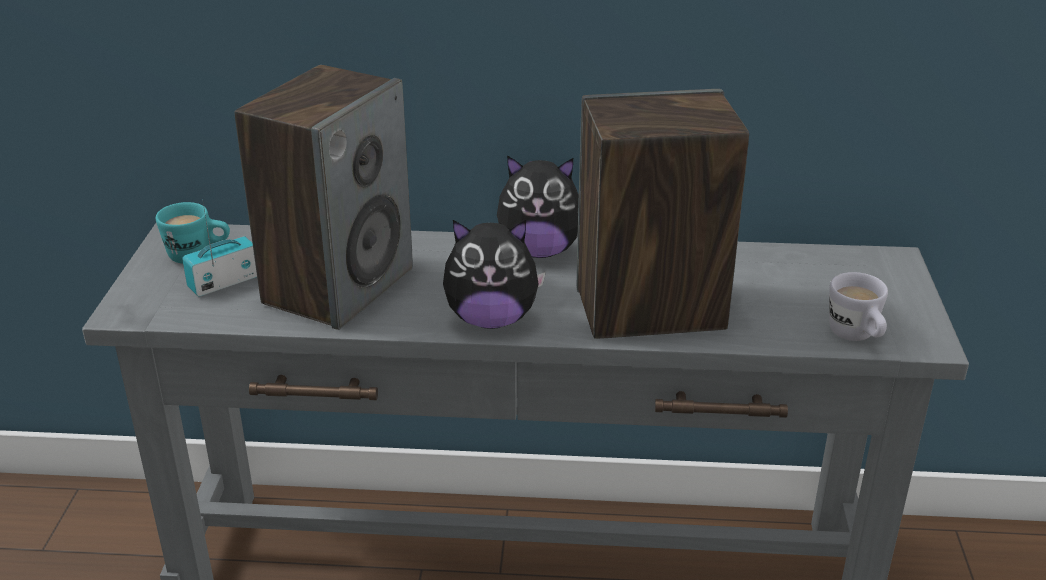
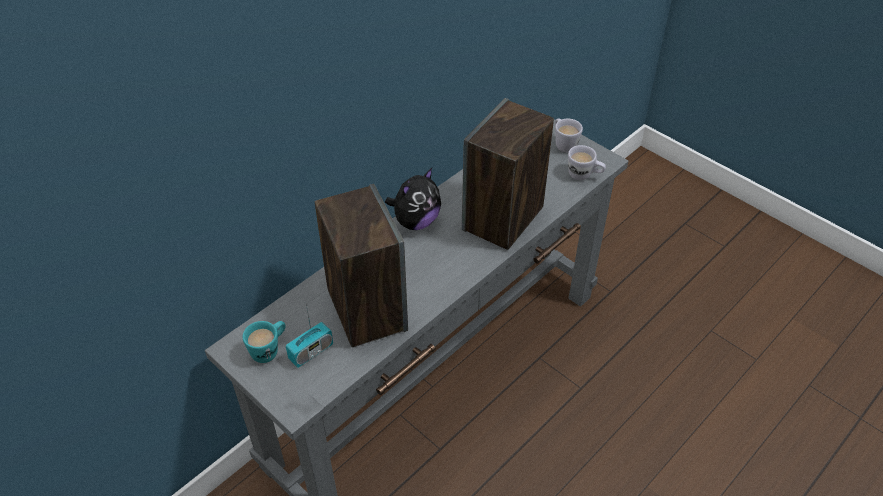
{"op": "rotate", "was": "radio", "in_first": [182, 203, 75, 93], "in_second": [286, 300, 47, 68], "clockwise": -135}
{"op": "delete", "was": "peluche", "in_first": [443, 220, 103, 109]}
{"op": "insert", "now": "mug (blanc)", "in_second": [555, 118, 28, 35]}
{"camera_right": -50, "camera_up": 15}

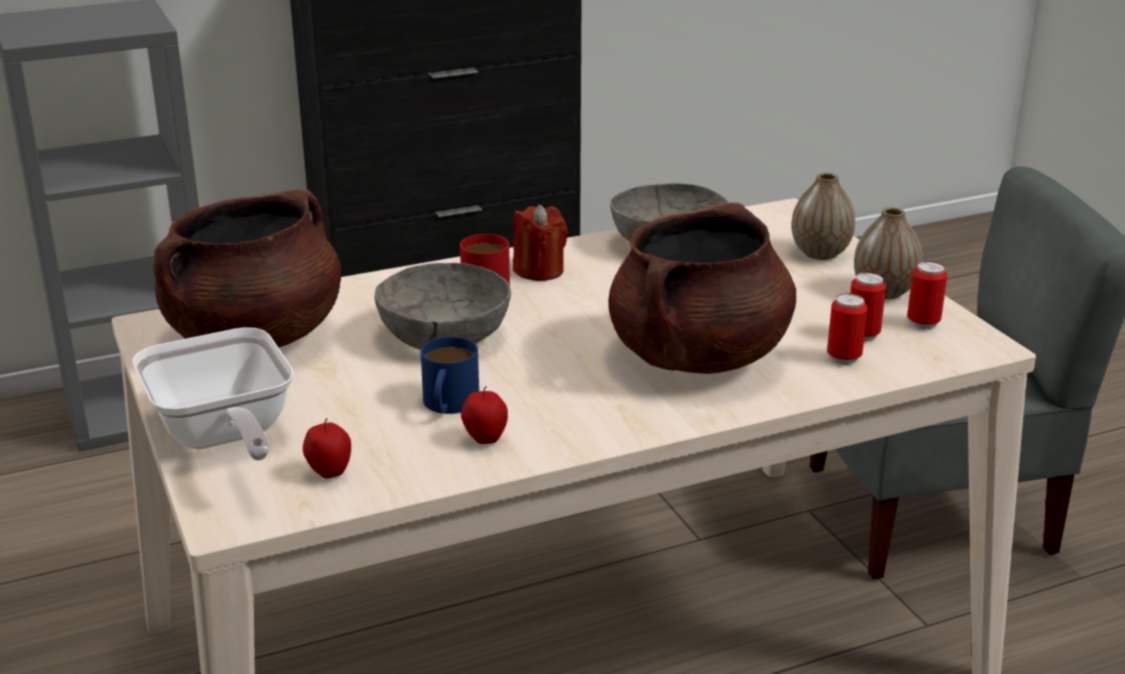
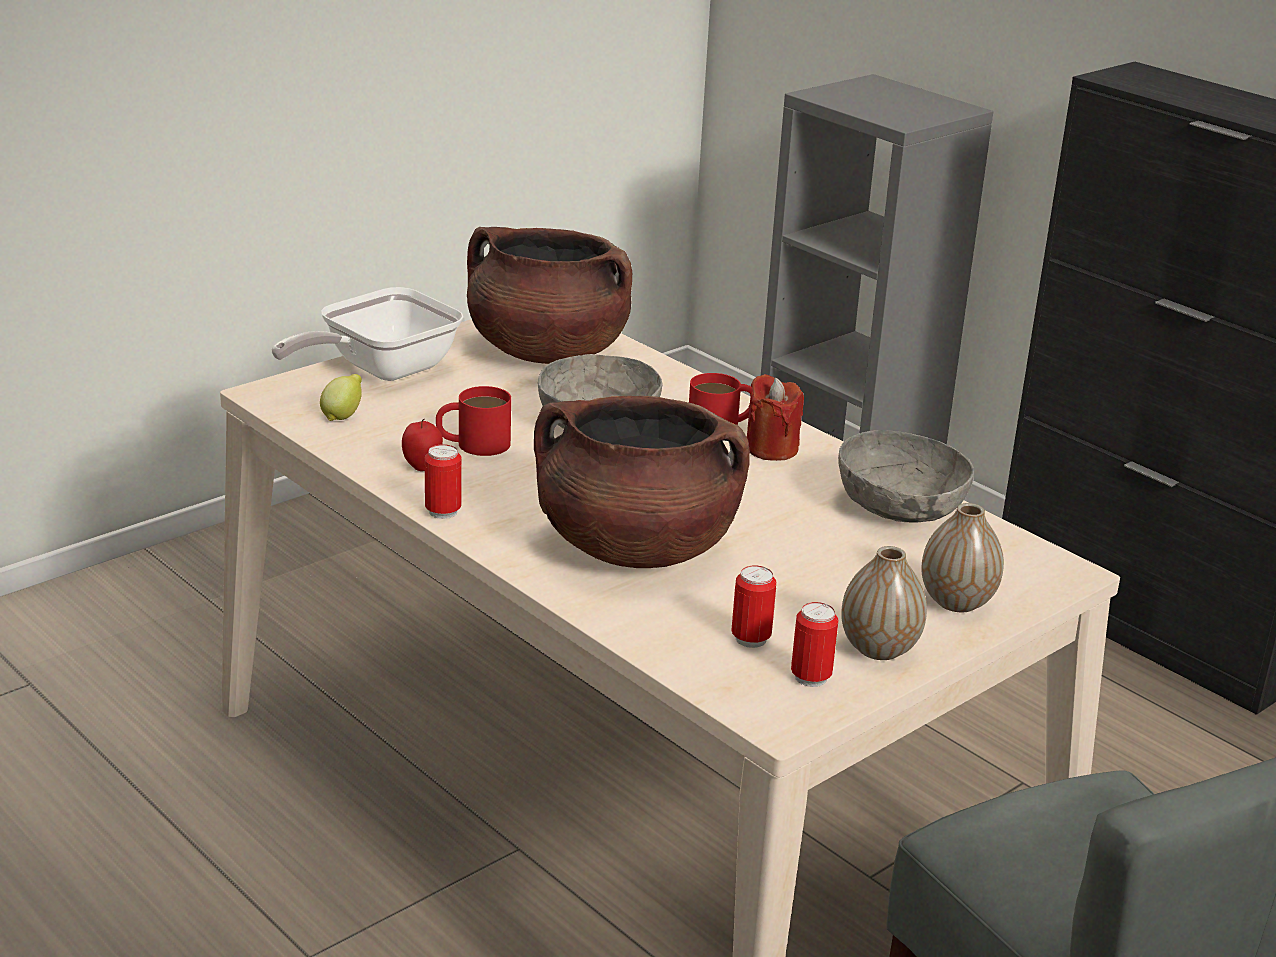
{"op": "move", "was": "boîte métallique", "in_first": [827, 293, 41, 72], "in_second": [425, 444, 37, 75]}
{"op": "recolor", "was": "mug (bleu)", "now": "mug (rouge)", "in_first": [421, 337, 58, 77], "in_second": [436, 386, 75, 70]}
{"op": "replace", "was": "pomme", "now": "citron", "in_first": [303, 418, 48, 60], "in_second": [320, 374, 42, 47]}
{"camera_right": 70, "camera_up": 0}

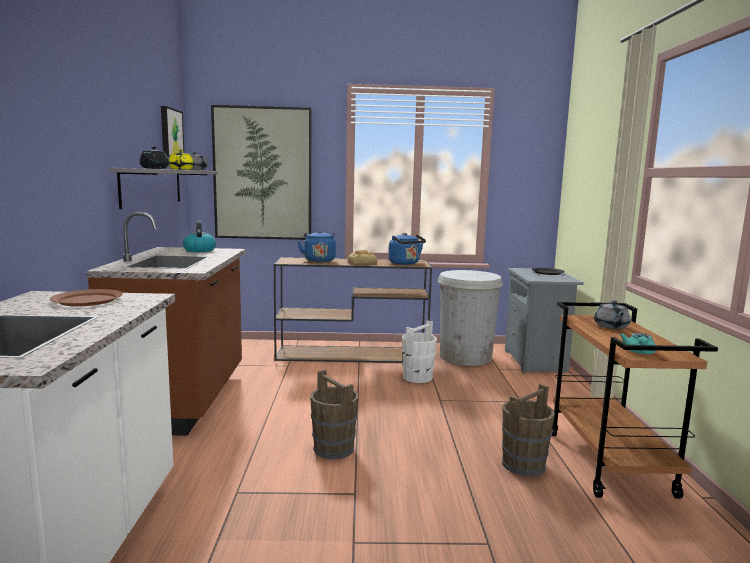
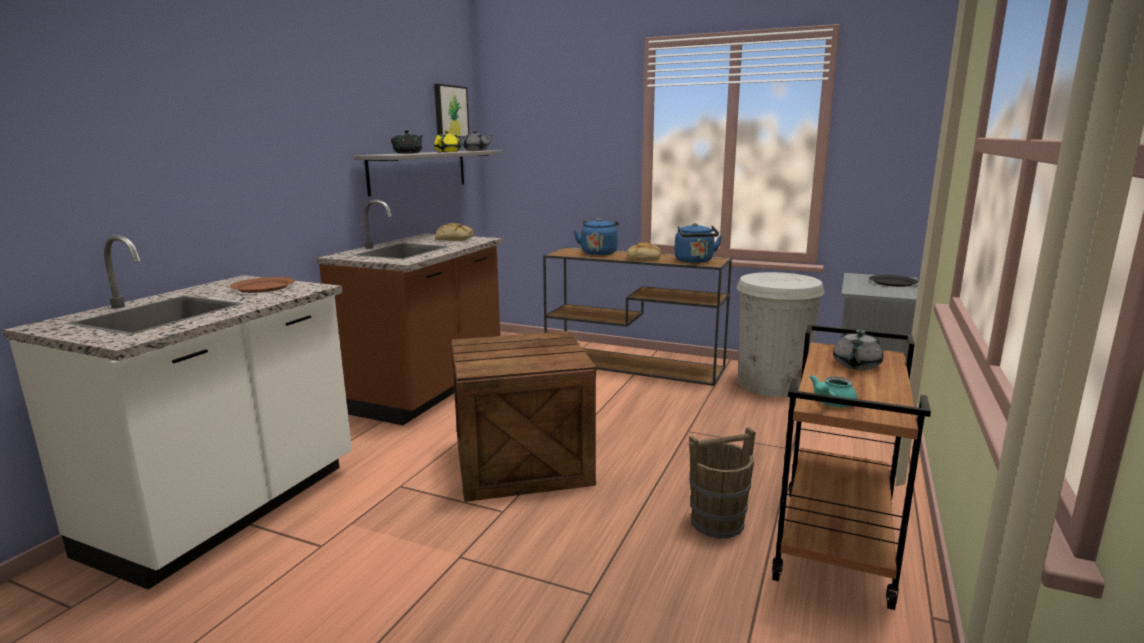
{"op": "delete", "was": "tableau", "in_first": [211, 105, 101, 135]}
{"op": "replace", "was": "bouilloire", "now": "pain", "in_first": [183, 221, 33, 31], "in_second": [435, 223, 38, 18]}
{"op": "delete", "was": "seau (blanc)", "in_first": [402, 320, 35, 63]}
{"op": "replace", "was": "seau (marron)", "now": "caisse", "in_first": [310, 369, 49, 90], "in_second": [451, 331, 145, 171]}
{"camera_right": 25, "camera_up": 5}

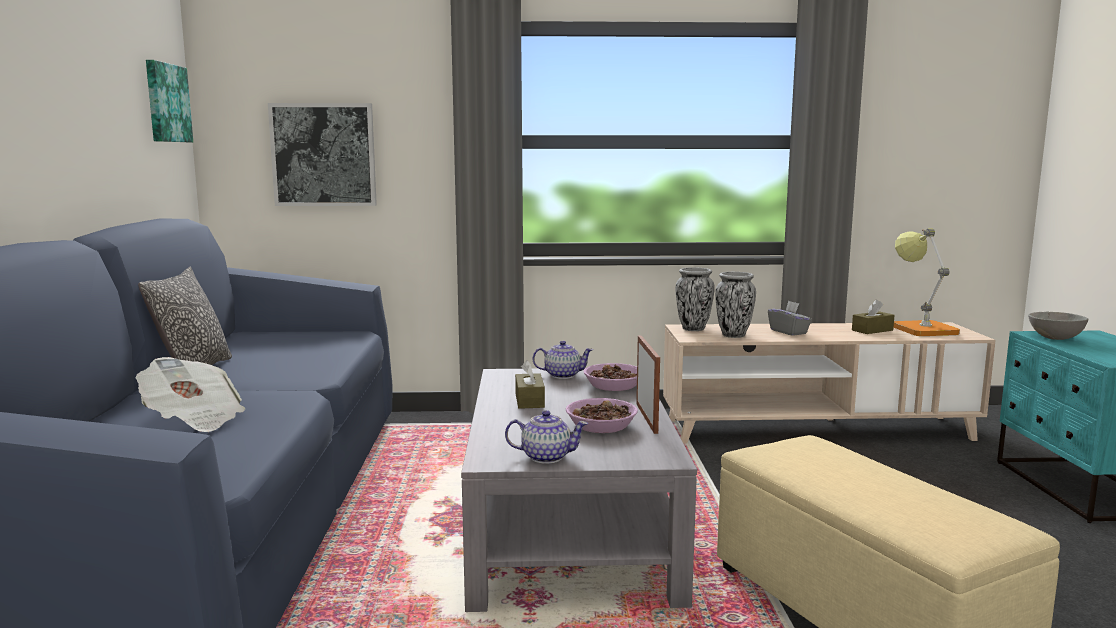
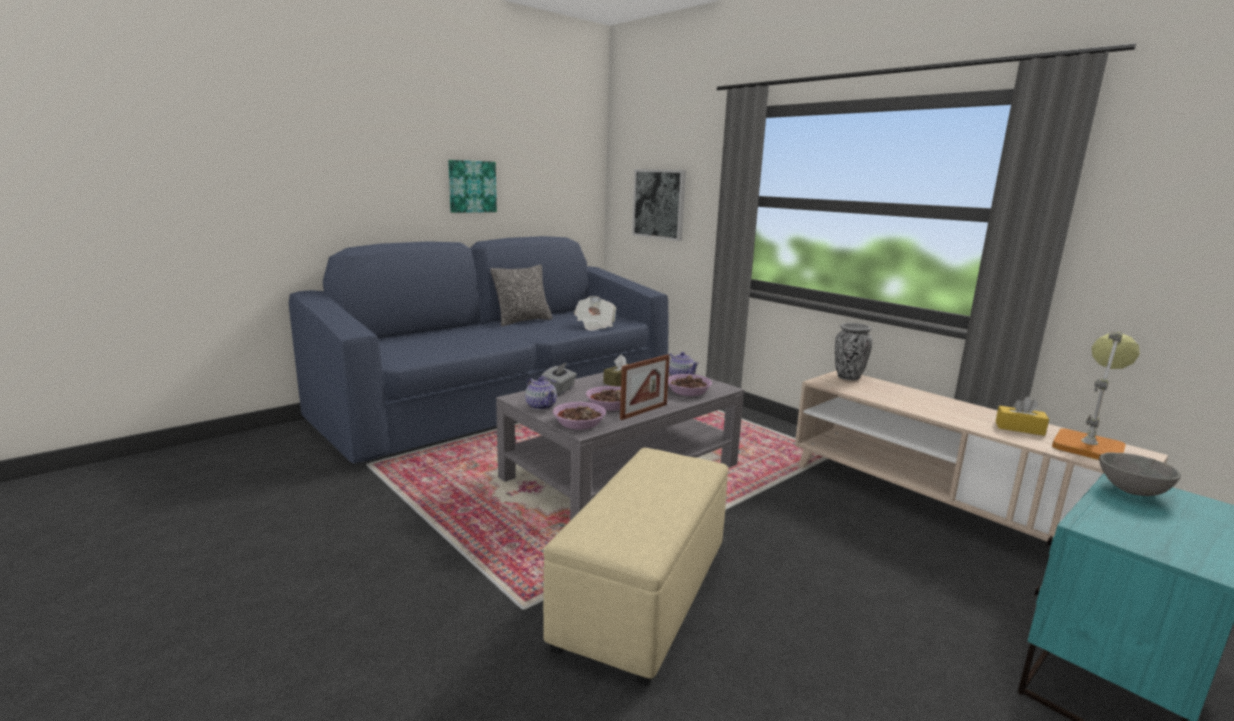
{"op": "move", "was": "tableau", "in_first": [146, 60, 47, 82], "in_second": [448, 160, 49, 53]}
{"op": "delete", "was": "vase", "in_first": [715, 272, 41, 66]}
{"op": "recolor", "was": "boîte à mouchoirs (marron)", "now": "boîte à mouchoirs (jaune)", "in_first": [852, 299, 43, 35], "in_second": [996, 396, 53, 40]}
{"op": "move", "was": "boîte à mouchoirs (gris)", "in_first": [768, 301, 44, 35], "in_second": [541, 362, 36, 33]}
{"op": "move", "was": "journal", "in_first": [136, 357, 109, 75], "in_second": [574, 296, 42, 35]}
{"op": "insert", "now": "bol", "in_second": [553, 402, 53, 28]}
{"camera_right": 50, "camera_up": 5}

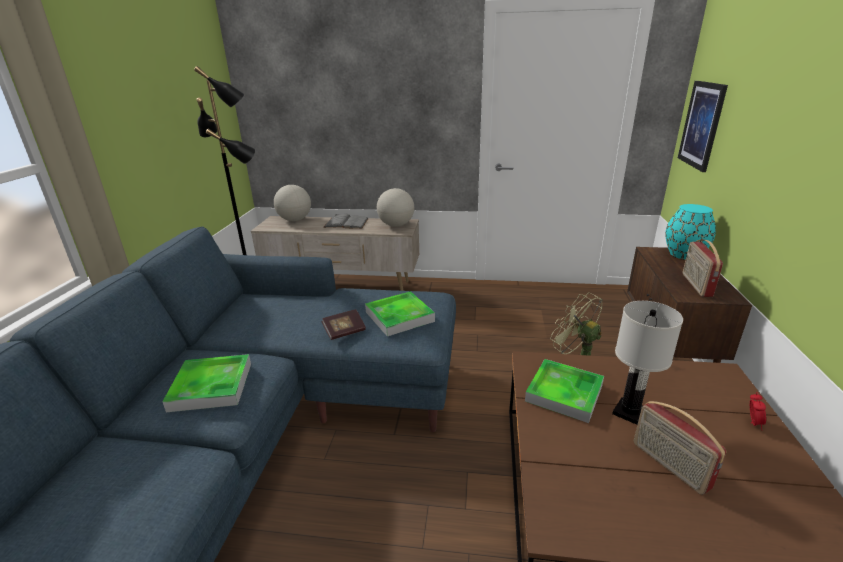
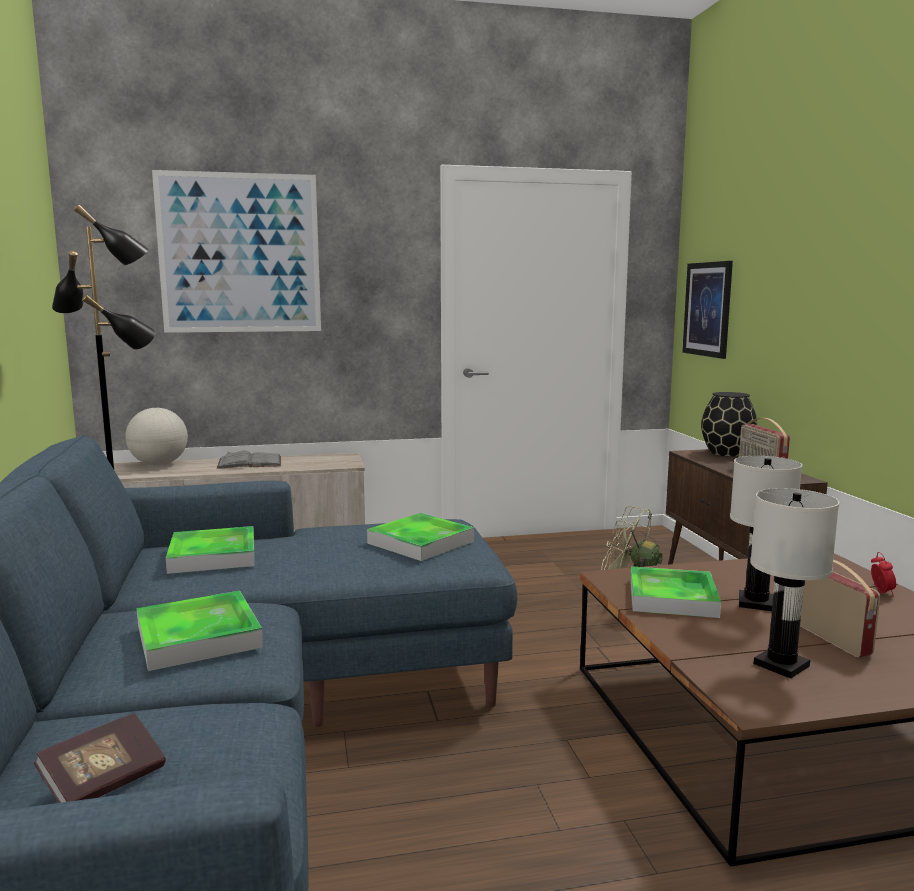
{"op": "delete", "was": "globe", "in_first": [377, 188, 37, 39]}
{"op": "recolor", "was": "vase (turquoise)", "now": "vase (noir)", "in_first": [665, 204, 51, 56], "in_second": [701, 392, 56, 65]}
{"op": "move", "was": "livre", "in_first": [322, 309, 44, 31], "in_second": [34, 713, 132, 90]}
{"op": "rotate", "was": "radio", "in_first": [634, 401, 92, 94], "in_second": [800, 559, 80, 98], "clockwise": -150}
{"op": "insert", "now": "tableau", "in_second": [152, 170, 169, 163]}
{"op": "insert", "now": "lampe de table (blanc)", "in_second": [750, 488, 89, 191]}
{"op": "insert", "now": "plateau", "in_second": [166, 526, 89, 48]}
{"camera_right": -20, "camera_up": -15}

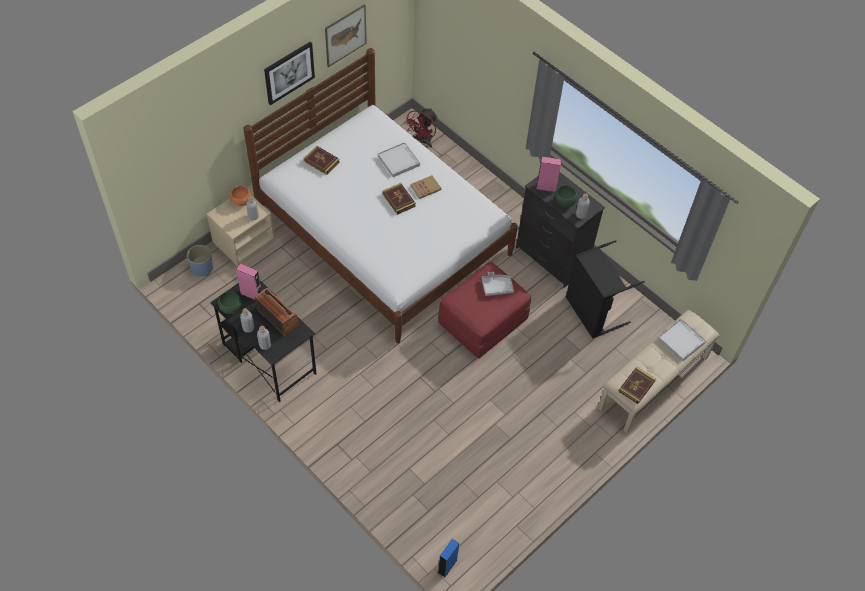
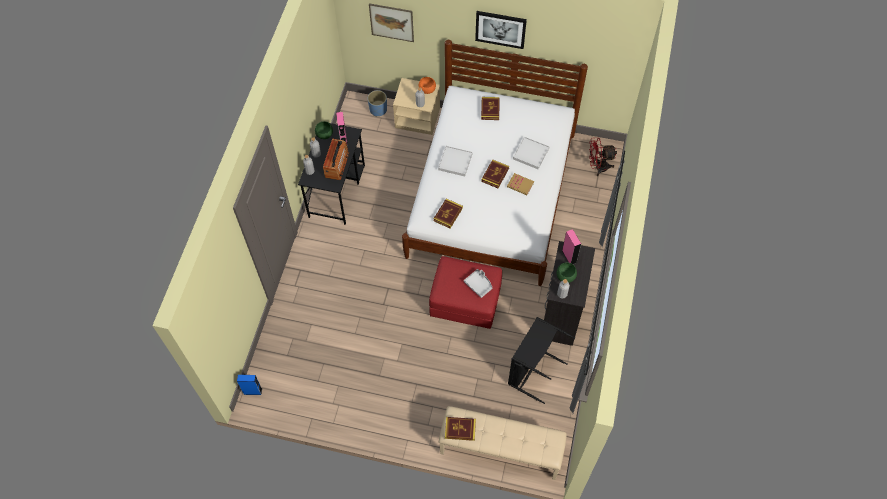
{"op": "move", "was": "tableau", "in_first": [325, 4, 42, 63], "in_second": [369, 3, 45, 39]}
{"op": "move", "was": "plateau (blanc)", "in_first": [658, 319, 48, 43], "in_second": [438, 146, 34, 30]}
{"op": "insert", "now": "livre", "in_second": [433, 198, 30, 30]}
{"camera_right": 60, "camera_up": 5}

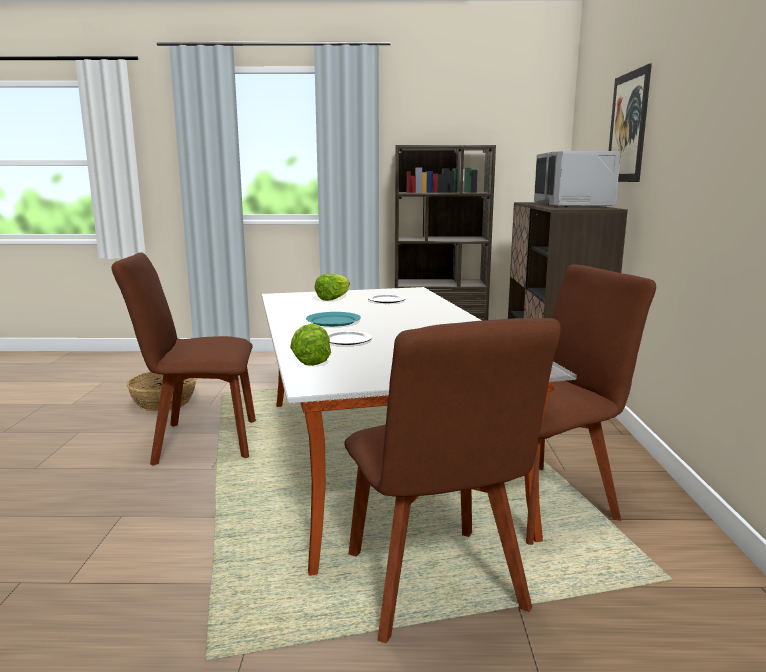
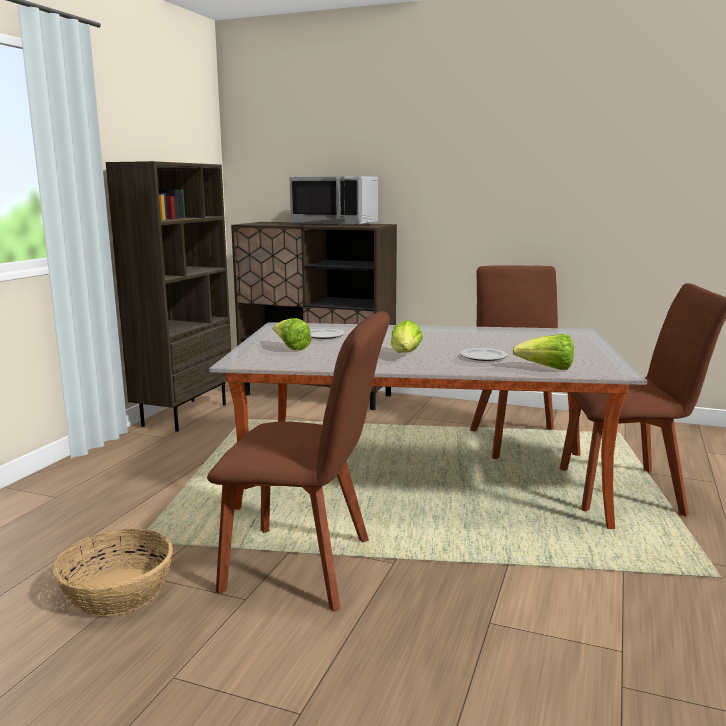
{"op": "delete", "was": "tableau", "in_first": [609, 64, 43, 118]}
{"op": "rotate", "was": "chaise (marron)", "in_first": [111, 252, 145, 214], "in_second": [207, 311, 183, 301], "clockwise": -90}
{"op": "replace", "was": "assiette (turquoise)", "now": "laitue", "in_first": [306, 312, 55, 15], "in_second": [391, 320, 32, 33]}
{"camera_right": -70, "camera_up": 0}

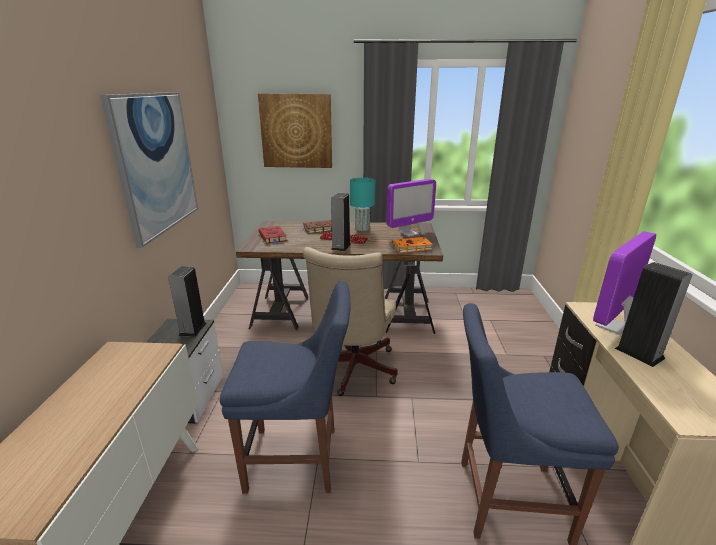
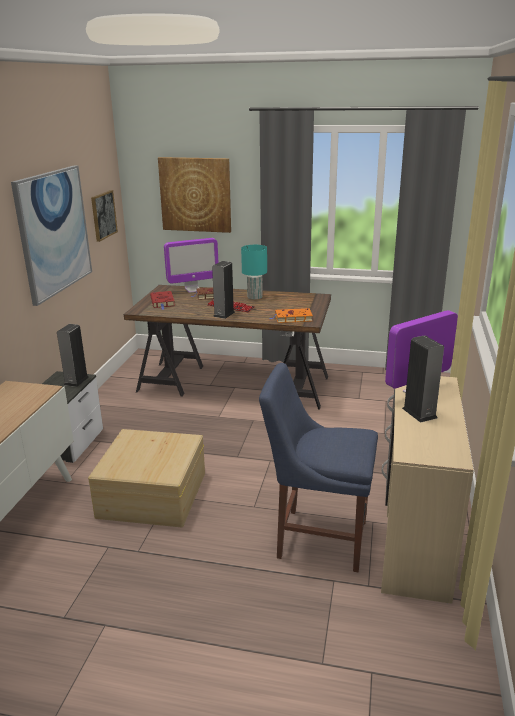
{"op": "move", "was": "écran d'ordinateur", "in_first": [386, 179, 50, 58], "in_second": [164, 238, 54, 55]}
{"op": "delete", "was": "chaise de bureau (beige)", "in_first": [303, 247, 95, 149]}
{"op": "replace", "was": "chaise (bleu)", "now": "boîte de rangement (beige)", "in_first": [220, 281, 131, 213], "in_second": [88, 429, 117, 98]}
{"op": "insert", "now": "tableau", "in_second": [91, 190, 27, 52]}
{"camera_right": 10, "camera_up": 0}

